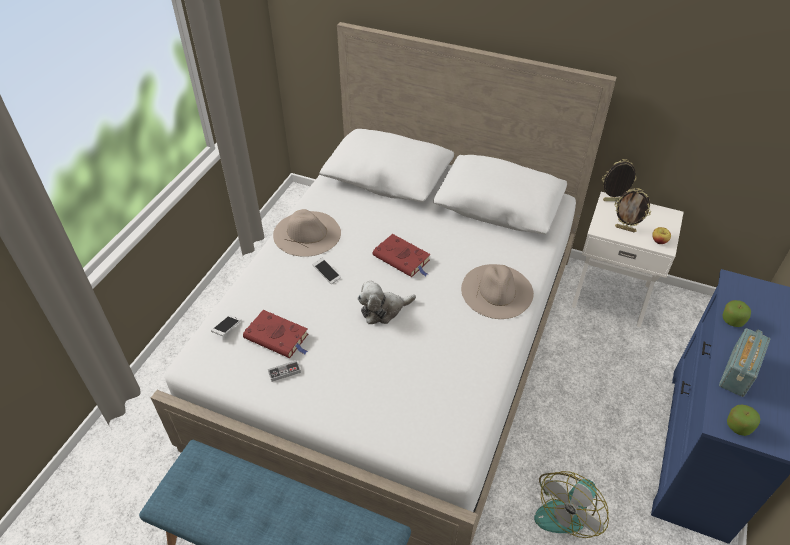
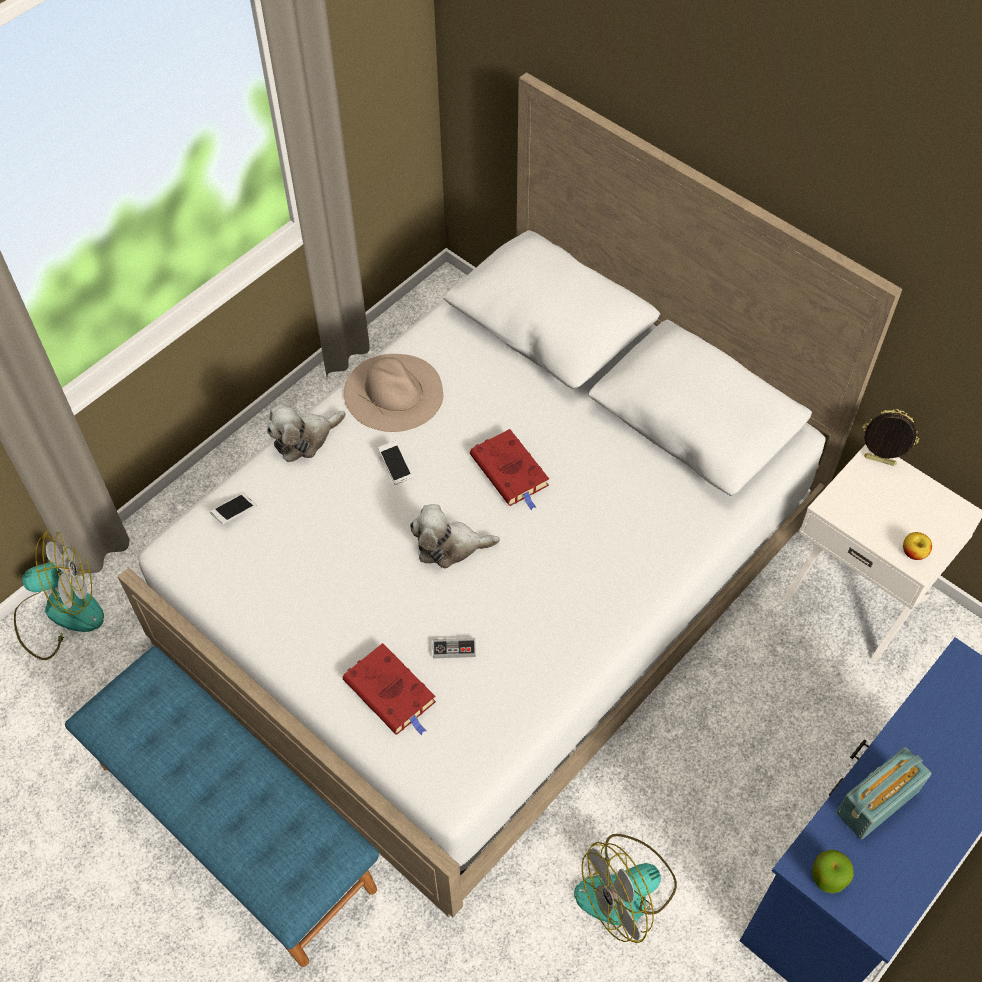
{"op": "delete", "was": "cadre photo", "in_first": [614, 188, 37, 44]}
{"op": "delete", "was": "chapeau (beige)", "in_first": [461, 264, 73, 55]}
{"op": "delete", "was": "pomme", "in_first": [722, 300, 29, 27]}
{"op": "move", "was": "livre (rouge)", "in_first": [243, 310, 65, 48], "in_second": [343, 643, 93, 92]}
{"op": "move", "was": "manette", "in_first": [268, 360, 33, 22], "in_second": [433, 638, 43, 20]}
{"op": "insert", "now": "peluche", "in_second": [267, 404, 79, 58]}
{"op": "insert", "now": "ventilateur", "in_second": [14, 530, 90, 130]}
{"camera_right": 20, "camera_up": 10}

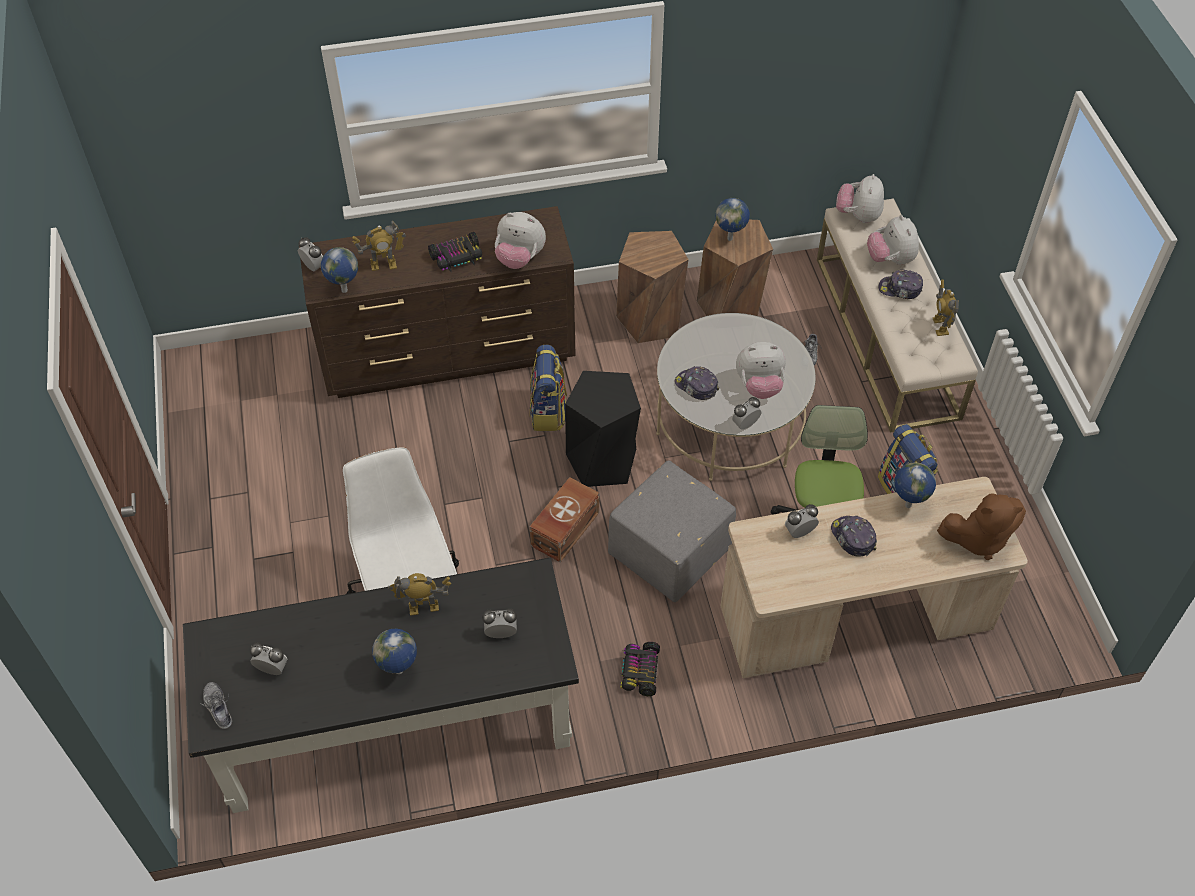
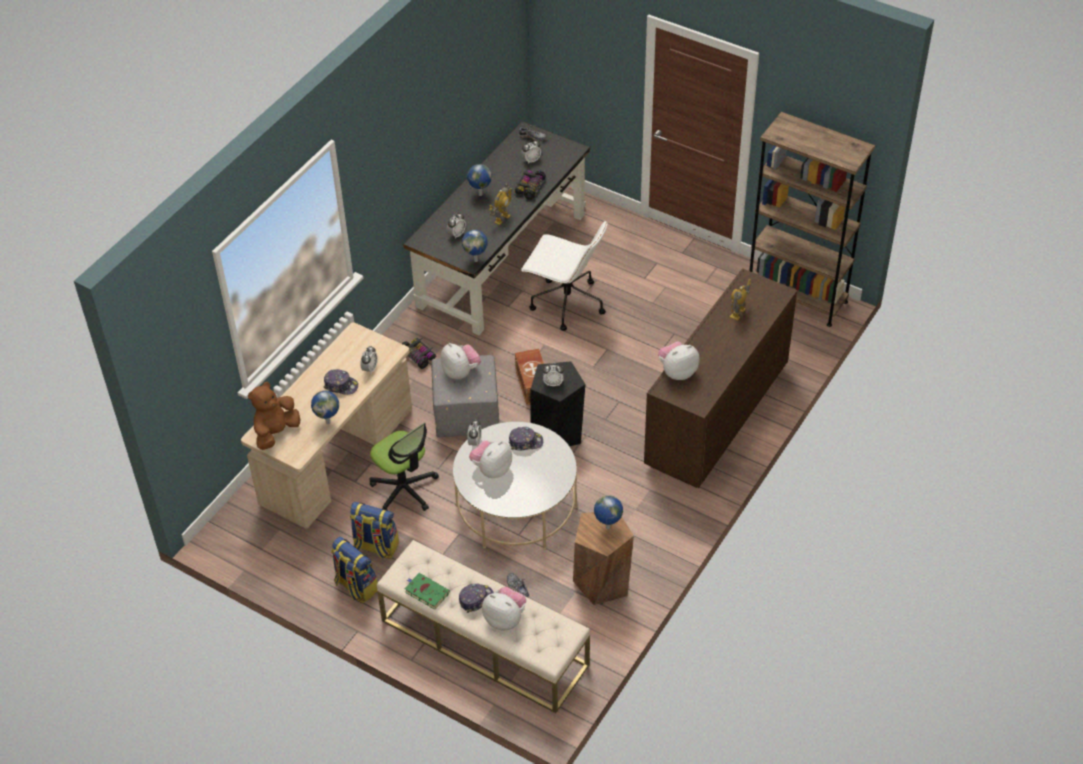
{"op": "move", "was": "peluche", "in_first": [836, 174, 48, 49], "in_second": [441, 343, 40, 37]}
{"op": "delete", "was": "tabouret (marron)", "in_first": [616, 231, 73, 112]}
{"op": "move", "was": "petite voiture", "in_first": [428, 232, 54, 41], "in_second": [514, 170, 32, 30]}
{"op": "move", "was": "réveil", "in_first": [298, 237, 25, 34], "in_second": [542, 364, 22, 22]}
{"op": "move", "was": "globe", "in_first": [321, 247, 37, 46], "in_second": [462, 230, 26, 32]}
{"op": "replace", "was": "robot jouet", "now": "livre (vert)", "in_first": [932, 280, 27, 56], "in_second": [405, 573, 45, 37]}
{"op": "move", "was": "sac à dos", "in_first": [530, 345, 37, 86], "in_second": [331, 537, 47, 66]}
{"op": "insert", "now": "bibliothèque (marron)", "in_second": [749, 112, 126, 215]}
{"camera_right": 135, "camera_up": -5}

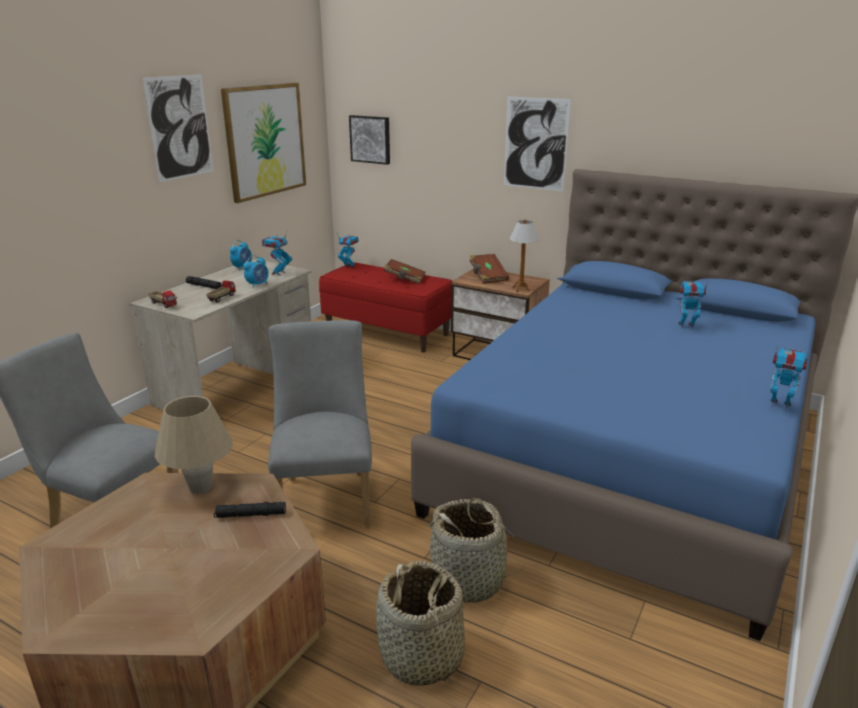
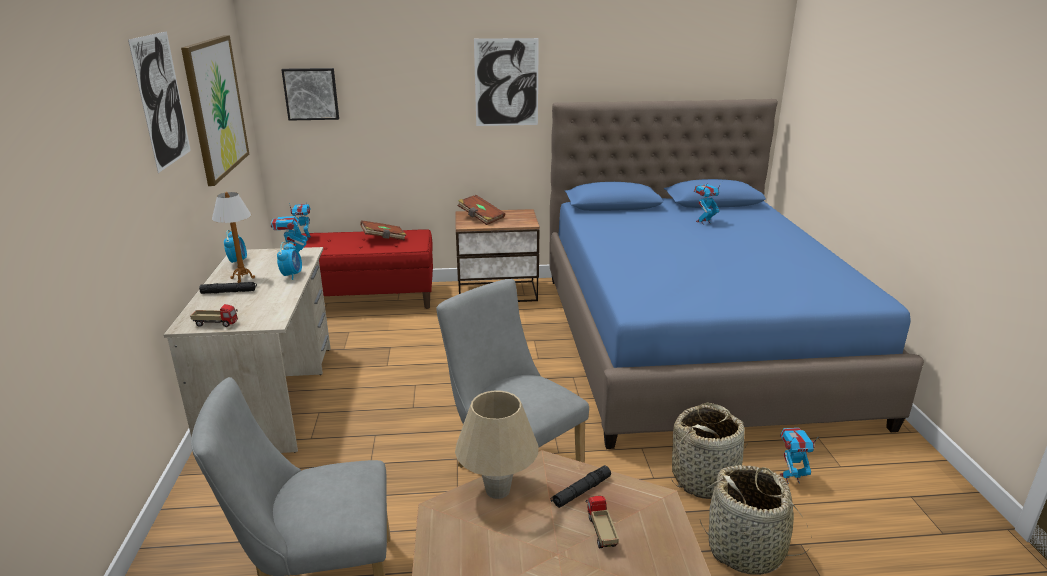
{"op": "move", "was": "lampe de table", "in_first": [510, 219, 29, 73], "in_second": [212, 192, 43, 91]}
{"op": "move", "was": "camion jouet", "in_first": [207, 281, 29, 22], "in_second": [586, 496, 33, 52]}
{"op": "move", "was": "robot jouet", "in_first": [770, 346, 39, 64], "in_second": [780, 428, 39, 56]}
{"camera_right": -35, "camera_up": 0}

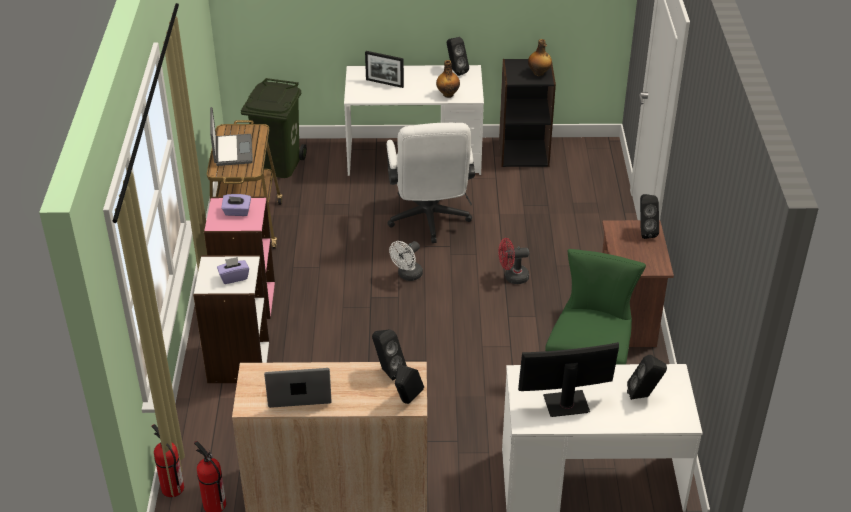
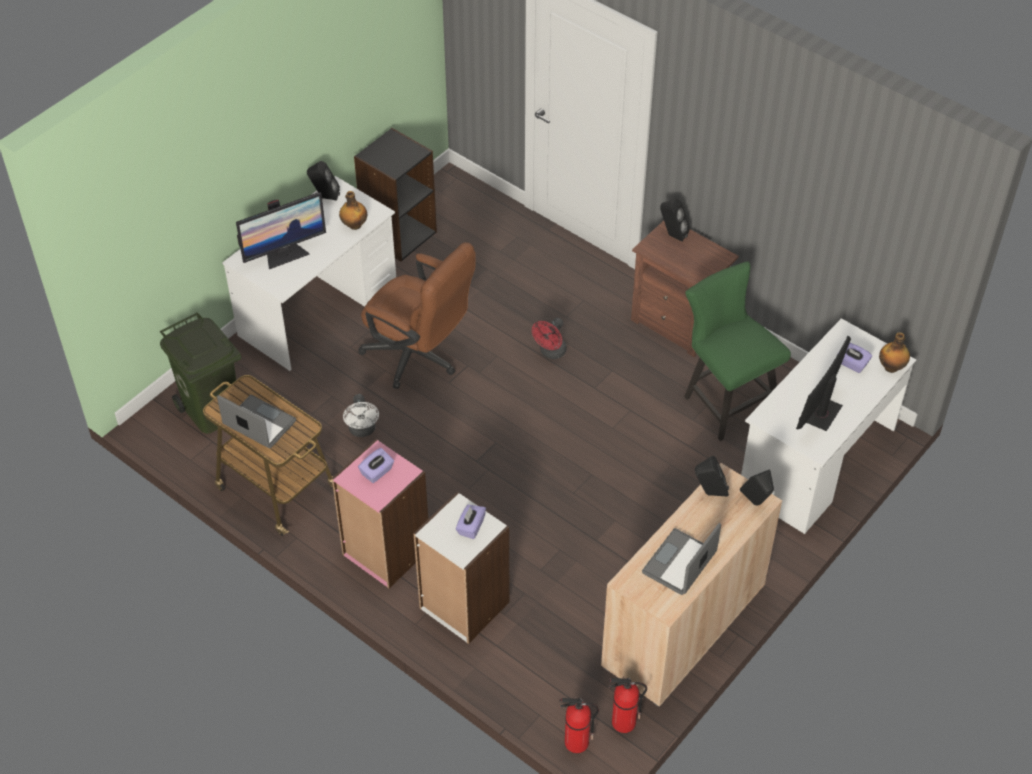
{"op": "move", "was": "bouteille", "in_first": [528, 39, 24, 37], "in_second": [879, 332, 31, 41]}
{"op": "replace", "was": "cadre photo", "now": "écran d'ordinateur", "in_first": [365, 51, 39, 37], "in_second": [236, 192, 90, 77]}
{"op": "recolor", "was": "chaise de bureau (blanc)", "now": "chaise de bureau (marron)", "in_first": [386, 123, 89, 120], "in_second": [359, 242, 117, 147]}
{"op": "move", "was": "ventilateur (blanc)", "in_first": [389, 241, 34, 40], "in_second": [343, 394, 36, 43]}
{"op": "replace", "was": "enceinte (noir)", "now": "boîte à mouchoirs (violet)", "in_first": [627, 355, 40, 45], "in_second": [837, 343, 35, 30]}
{"camera_right": -50, "camera_up": 10}

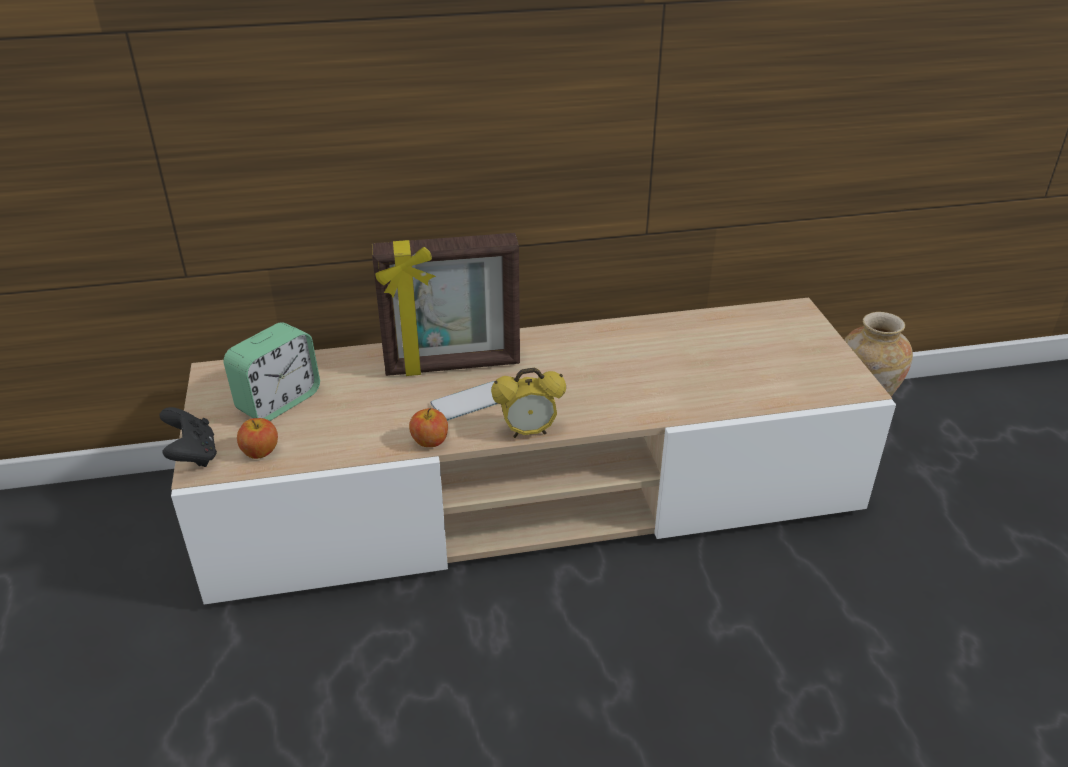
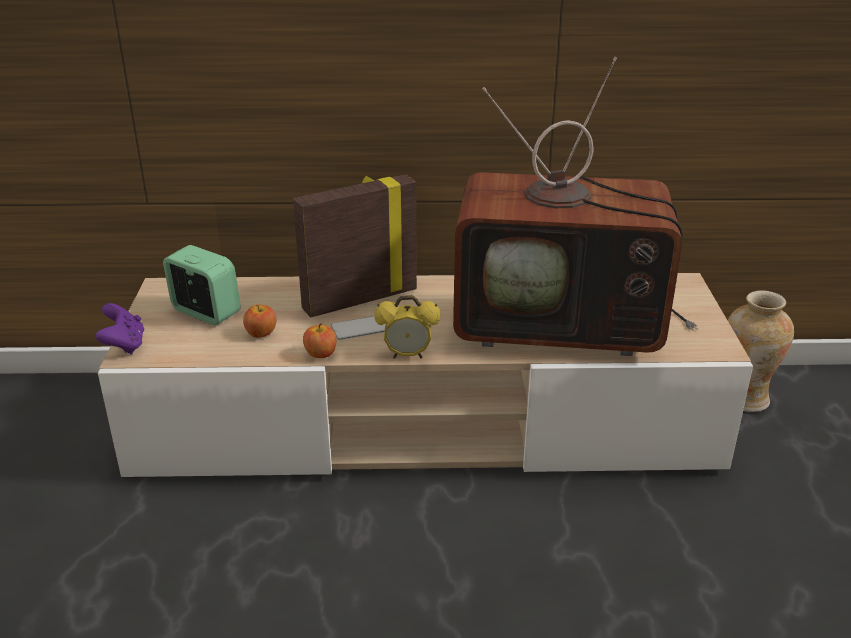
{"op": "rotate", "was": "cadre photo", "in_first": [372, 233, 148, 143], "in_second": [293, 174, 124, 144], "clockwise": 150}
{"op": "rotate", "was": "réveil", "in_first": [224, 322, 96, 99], "in_second": [163, 245, 78, 80], "clockwise": -105}
{"op": "recolor", "was": "manette (noir)", "now": "manette (violet)", "in_first": [159, 407, 58, 60], "in_second": [95, 303, 49, 51]}
{"op": "move", "was": "pomme", "in_first": [237, 418, 41, 41], "in_second": [243, 304, 33, 34]}
{"op": "insert", "now": "téléviseur", "in_second": [453, 56, 245, 300]}
{"camera_right": 10, "camera_up": -5}

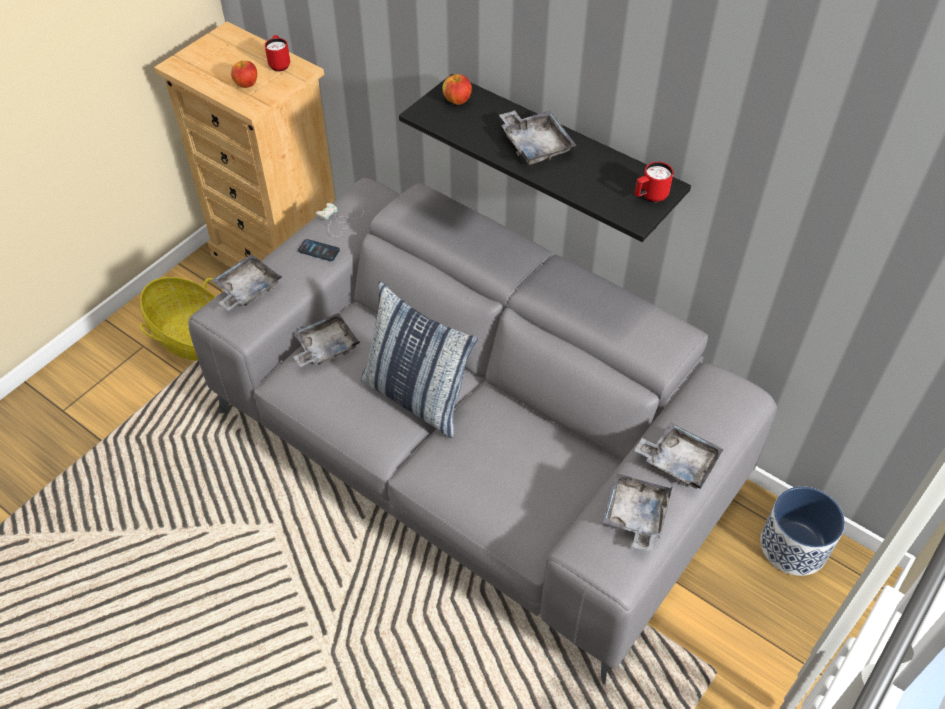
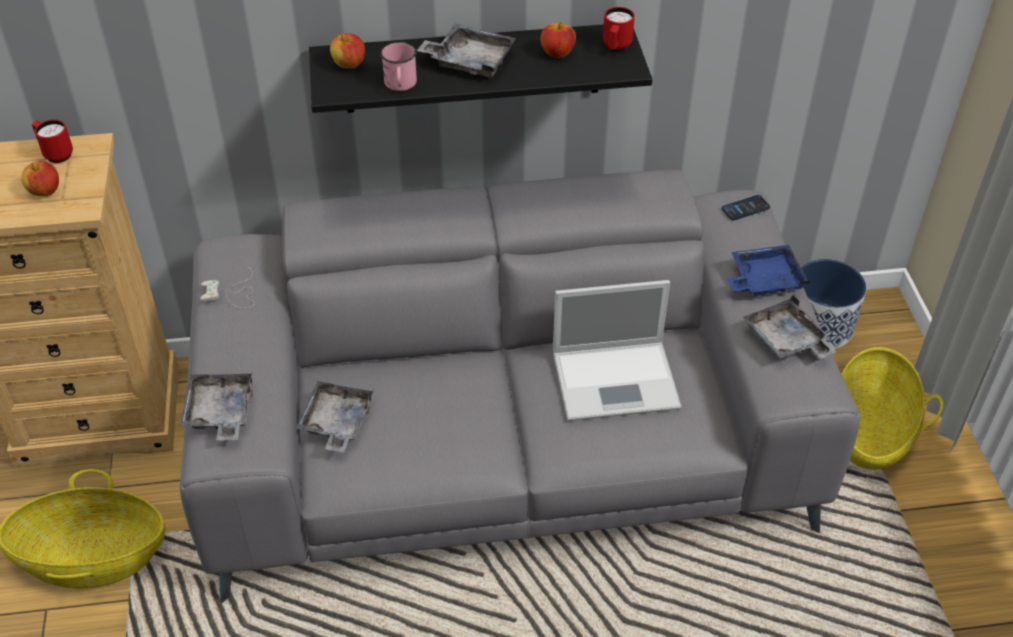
{"op": "move", "was": "téléphone", "in_first": [298, 239, 42, 22], "in_second": [722, 195, 48, 26]}
{"op": "delete", "was": "coussin", "in_first": [361, 281, 117, 157]}
{"op": "recolor", "was": "plateau (gris)", "now": "plateau (bleu)", "in_first": [634, 422, 89, 67], "in_second": [727, 245, 83, 51]}
{"op": "insert", "now": "pomme", "in_second": [540, 22, 36, 36]}
{"op": "insert", "now": "mug (rose)", "in_second": [380, 42, 37, 49]}
{"op": "insert", "now": "ordinateur portable", "in_second": [553, 280, 129, 141]}
{"op": "insert", "now": "panier", "in_second": [841, 347, 102, 123]}
{"camera_right": -45, "camera_up": -5}

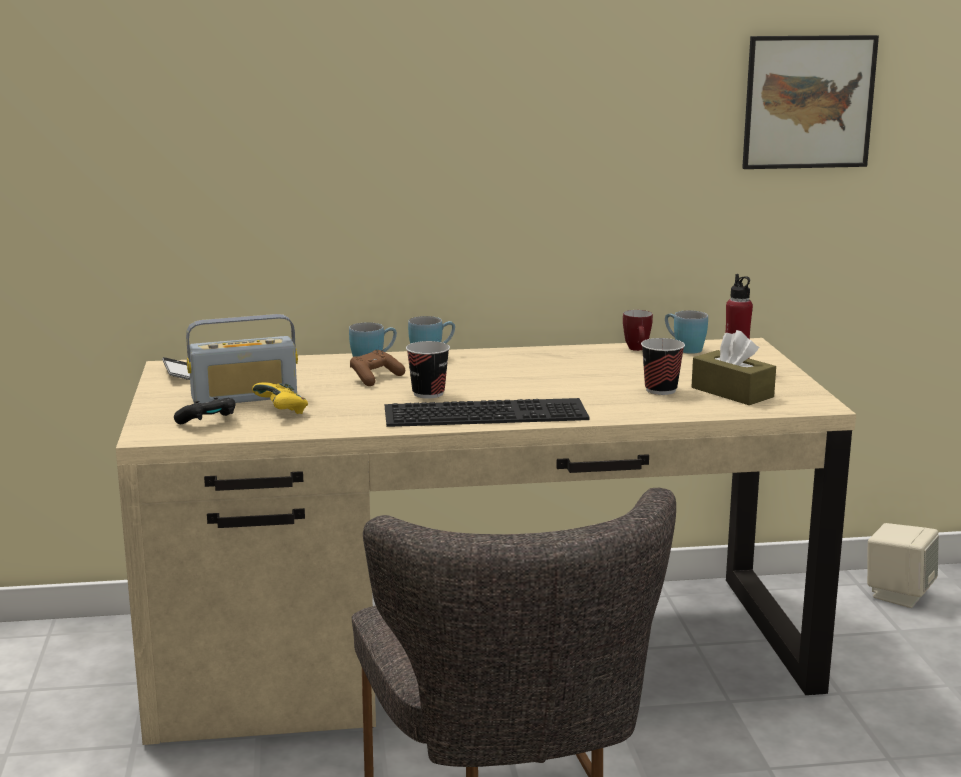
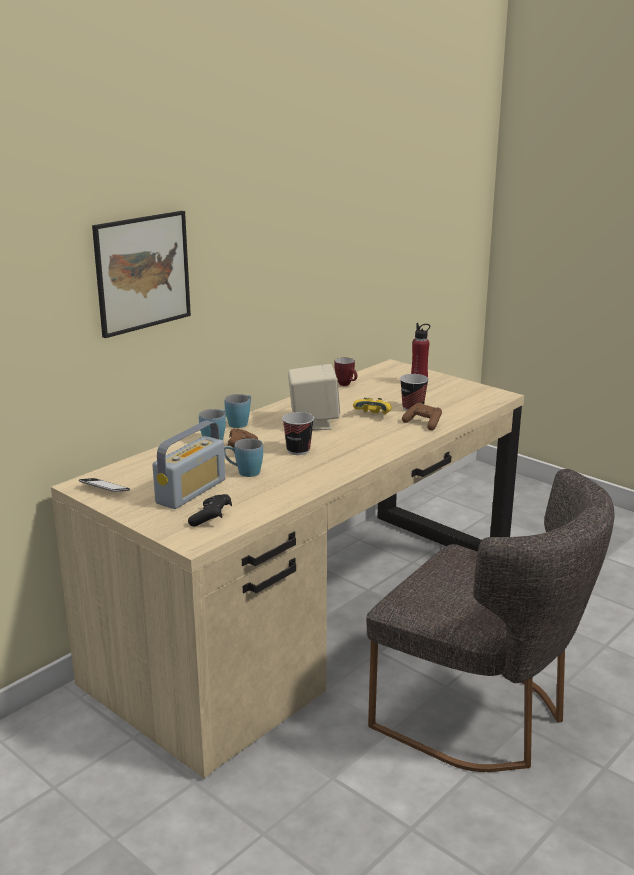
{"op": "move", "was": "tableau", "in_first": [742, 35, 137, 134], "in_second": [92, 211, 99, 127]}
{"op": "move", "was": "mug (bleu)", "in_first": [665, 311, 43, 43], "in_second": [224, 438, 39, 39]}
{"op": "delete", "was": "boîte à mouchoirs (marron)", "in_first": [692, 330, 84, 75]}
{"op": "move", "was": "manette (jaune)", "in_first": [252, 382, 56, 32], "in_second": [353, 398, 38, 16]}
{"op": "delete", "was": "clavier", "in_first": [385, 398, 205, 29]}
{"op": "move", "was": "enceinte (beige)", "in_first": [867, 523, 72, 85], "in_second": [288, 364, 52, 66]}
{"op": "insert", "now": "manette (marron)", "in_second": [402, 403, 40, 27]}
{"camera_right": -40, "camera_up": 5}

